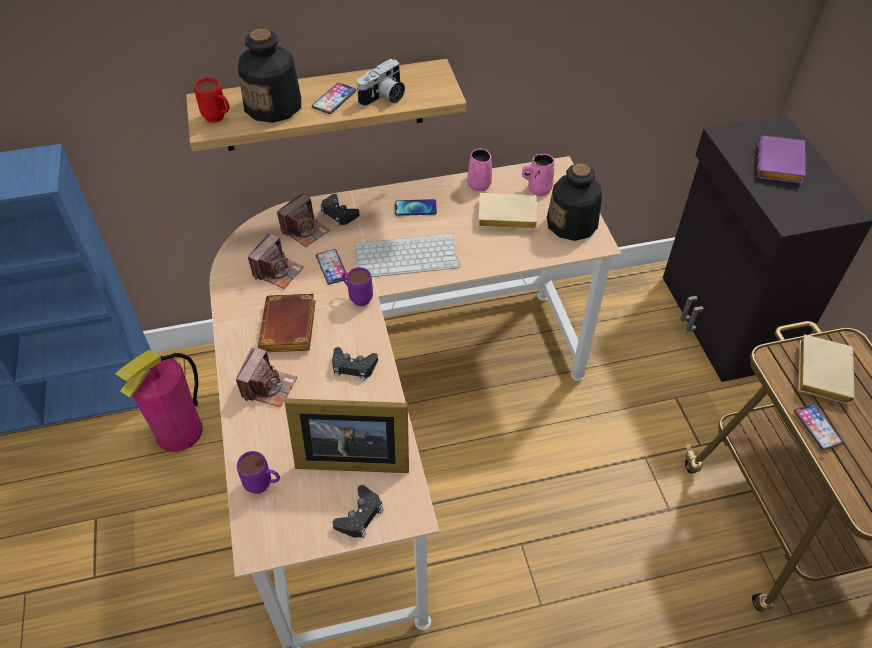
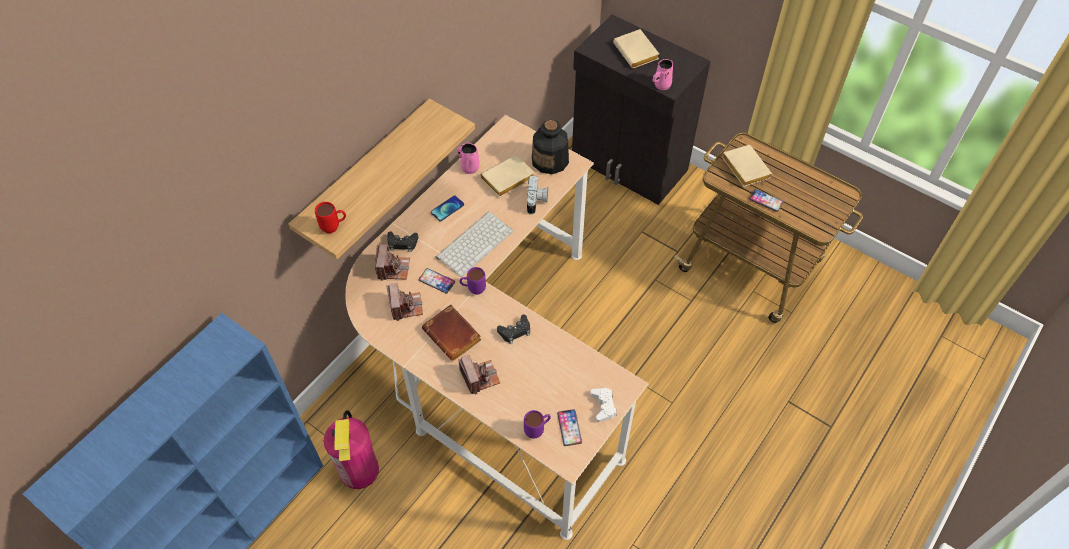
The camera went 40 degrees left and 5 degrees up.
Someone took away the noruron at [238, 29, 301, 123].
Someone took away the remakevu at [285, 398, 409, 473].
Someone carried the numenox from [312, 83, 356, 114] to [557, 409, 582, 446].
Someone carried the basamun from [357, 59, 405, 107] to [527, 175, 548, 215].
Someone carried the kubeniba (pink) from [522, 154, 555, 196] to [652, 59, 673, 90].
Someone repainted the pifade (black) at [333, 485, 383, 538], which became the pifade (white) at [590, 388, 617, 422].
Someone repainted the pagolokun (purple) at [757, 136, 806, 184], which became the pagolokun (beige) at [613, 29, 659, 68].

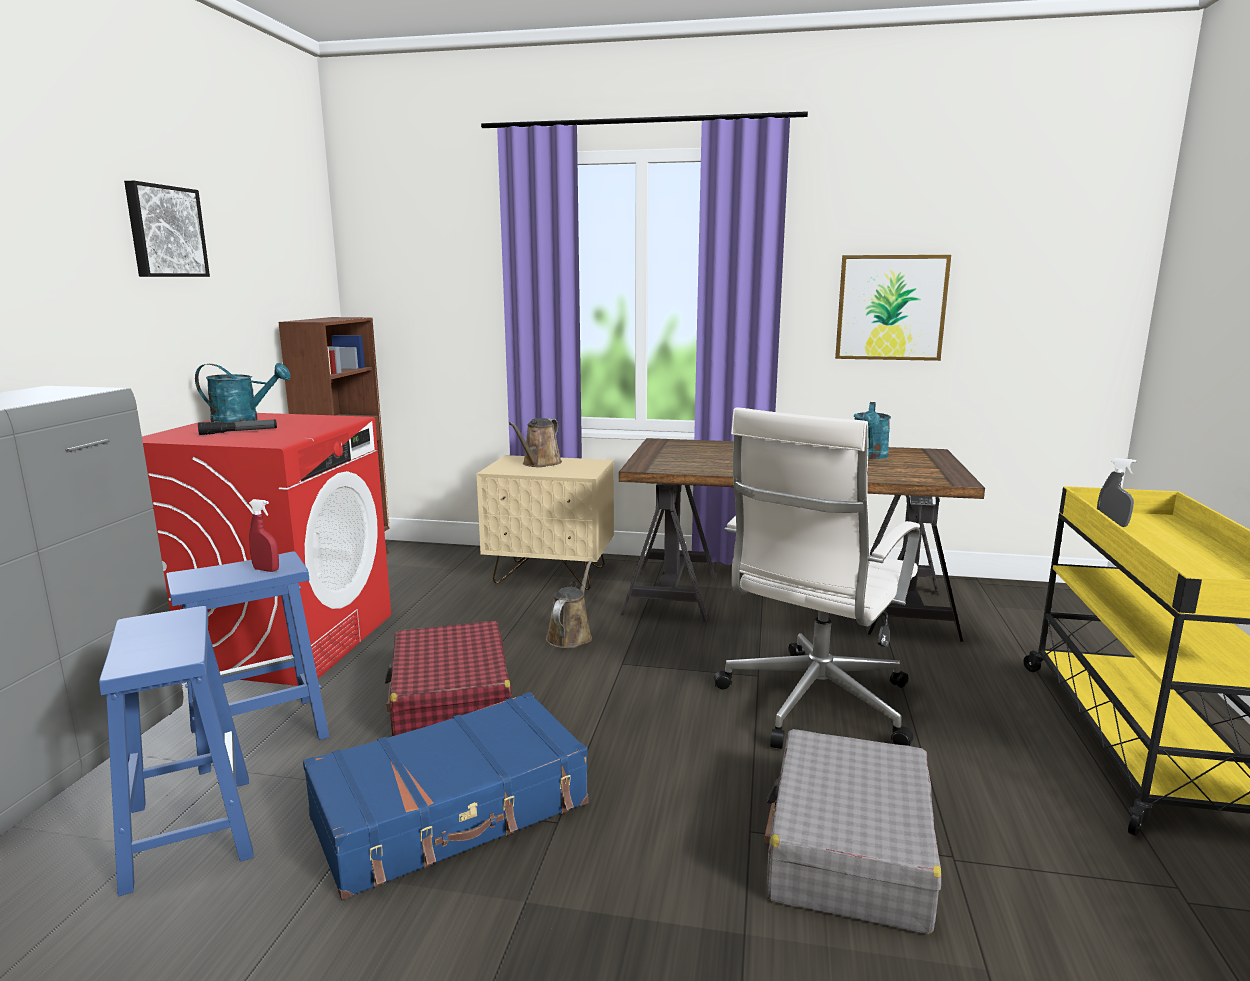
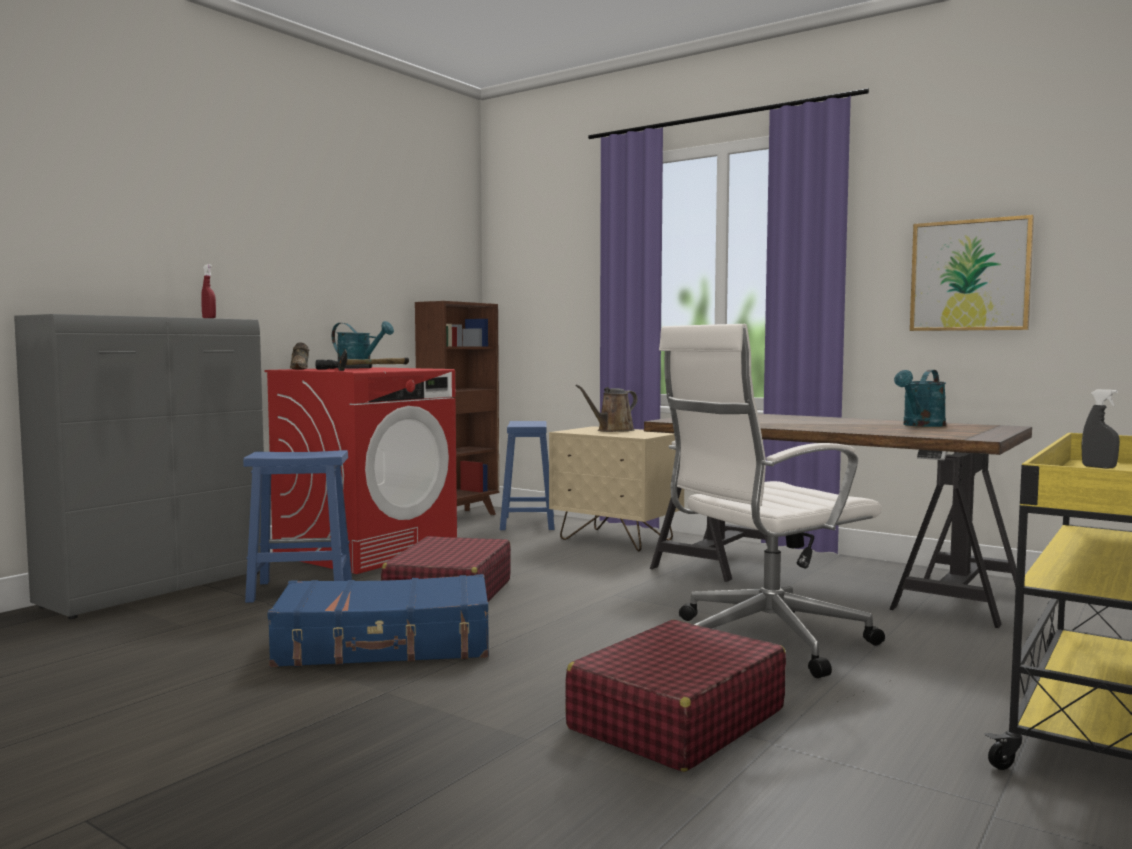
The camera went 25 degrees right and 10 degrees down.
Someone took away the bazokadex at [124, 181, 210, 277].
Someone took away the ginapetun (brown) at [546, 561, 592, 648].
Someone put down the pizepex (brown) at [290, 343, 310, 370].
Someone put down the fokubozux at [338, 349, 409, 371].
Someone carried the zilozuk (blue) from [99, 606, 254, 896] to [500, 421, 555, 530].
Someone carried the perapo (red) from [249, 499, 279, 572] to [201, 264, 216, 318].
Someone repainted the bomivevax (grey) at [765, 729, 941, 934], which became the bomivevax (red) at [565, 620, 786, 772].

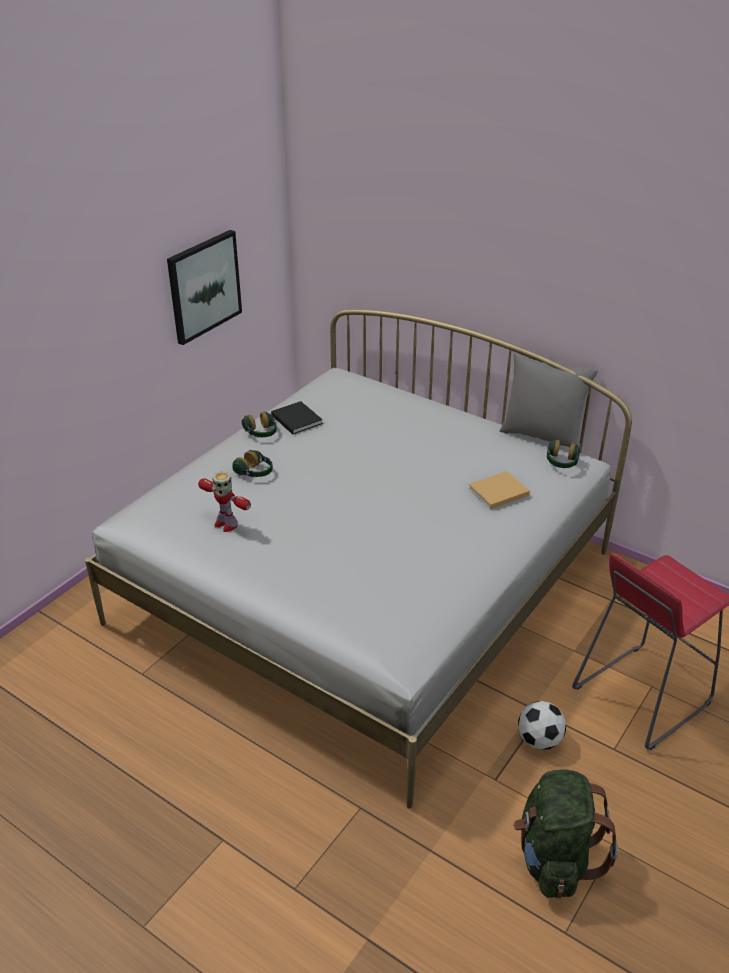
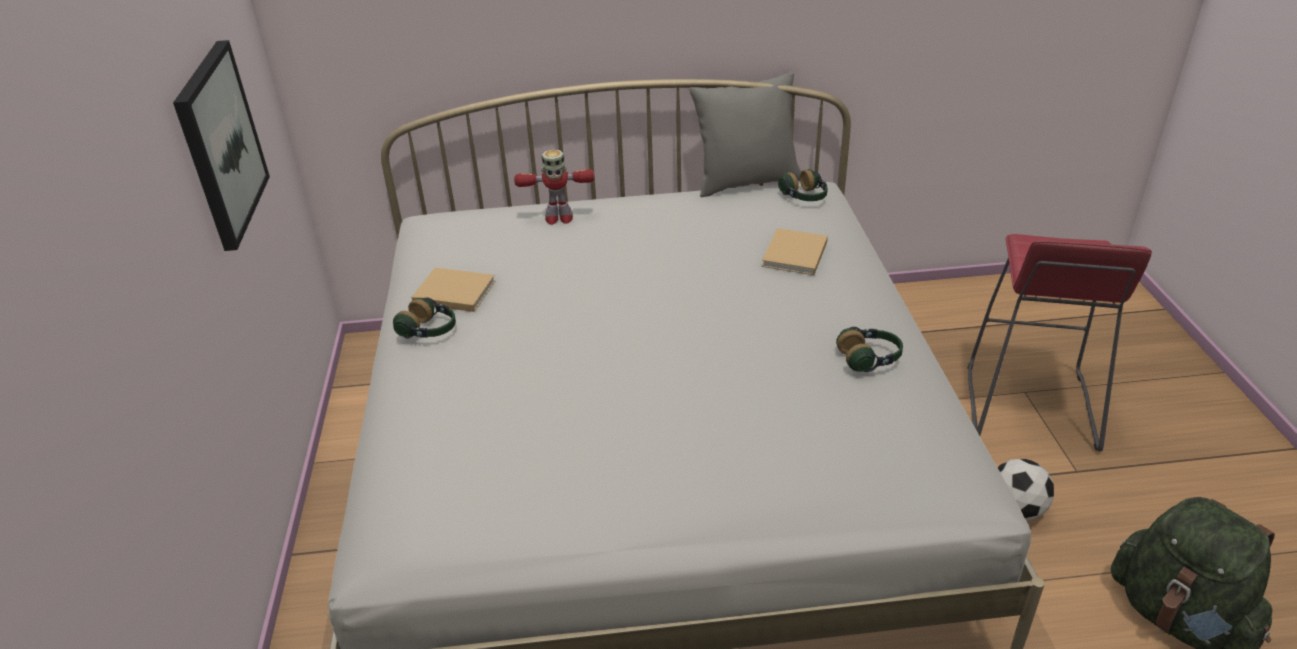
The camera went 40 degrees left and 0 degrees up.
Someone carried the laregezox from [198, 472, 251, 532] to [514, 149, 594, 225].
Someone carried the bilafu from [232, 450, 273, 477] to [836, 327, 903, 372].
Someone repainted the pagolokun (black) at [271, 401, 323, 434], which became the pagolokun (beige) at [412, 268, 495, 312].

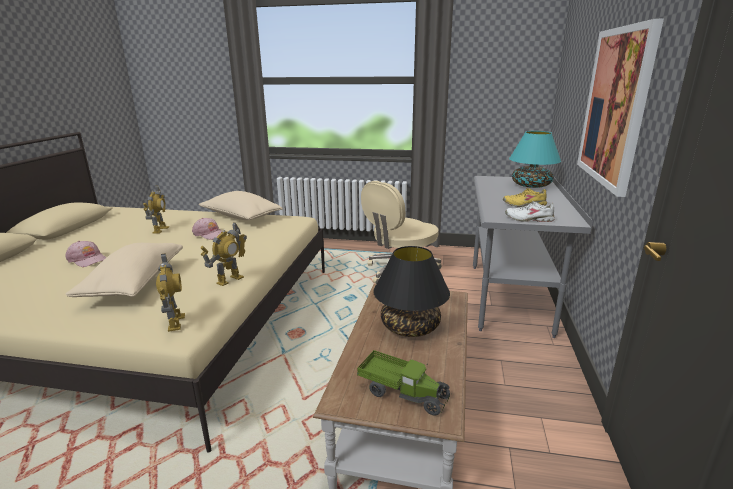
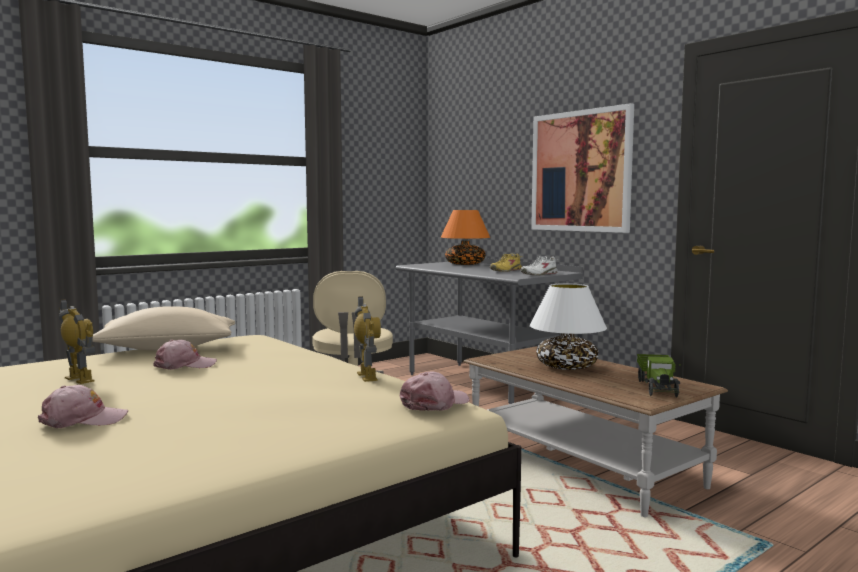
The camera went 50 degrees left and 15 degrees down.
Someone took away the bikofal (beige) at [66, 243, 183, 297].
Someone swapped the laregezox at [156, 253, 185, 332] for the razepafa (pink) at [400, 372, 470, 411].
Someone repainted the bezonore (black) at [373, 246, 450, 337], which became the bezonore (white) at [530, 283, 607, 370].
Someone repainted the bezonore (turquoise) at [509, 131, 561, 188], which became the bezonore (orange) at [441, 210, 490, 265].
Someone rotated the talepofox at [357, 350, 451, 415] by 120 degrees clockwise.

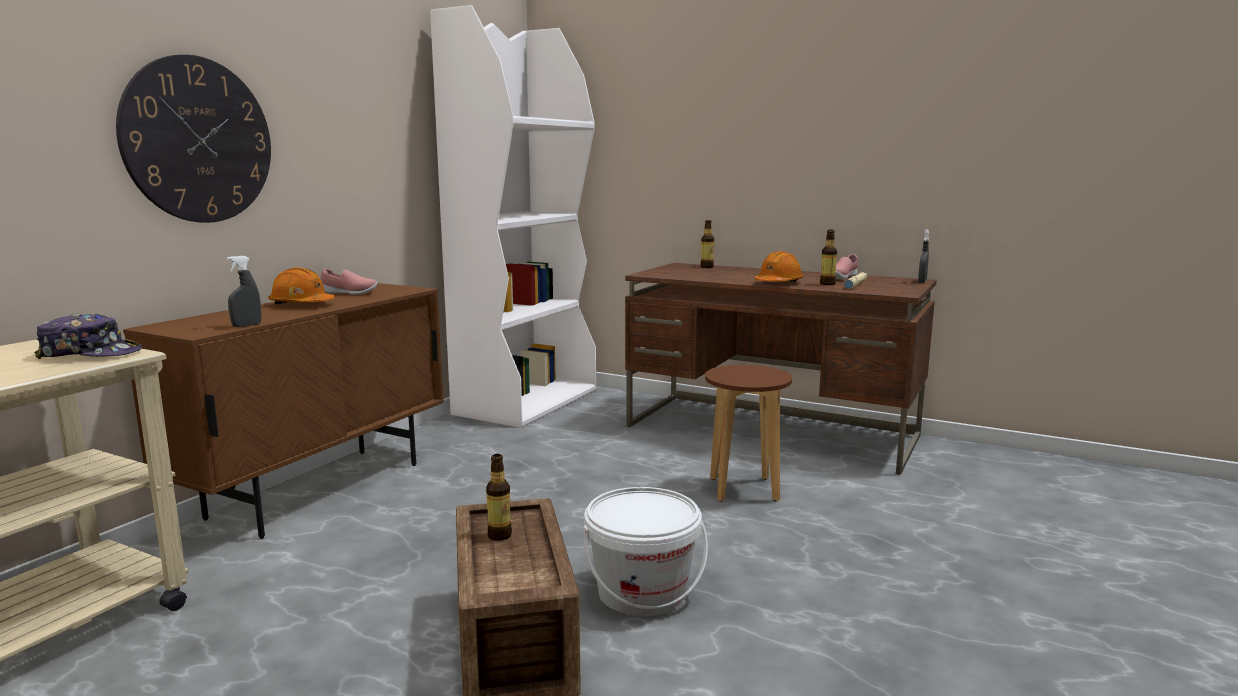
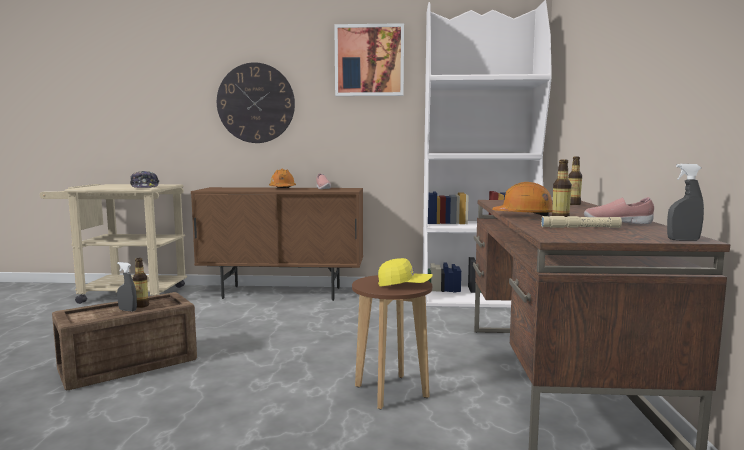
The camera went 65 degrees right and 5 degrees down.
Someone took away the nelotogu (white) at [584, 487, 708, 616].
Someone put up the bazokadex at [334, 23, 404, 96].
Someone put down the razepafa (yellow) at [378, 258, 433, 286].
Someone carried the perapo (grey) from [227, 256, 261, 327] to [117, 262, 137, 312].

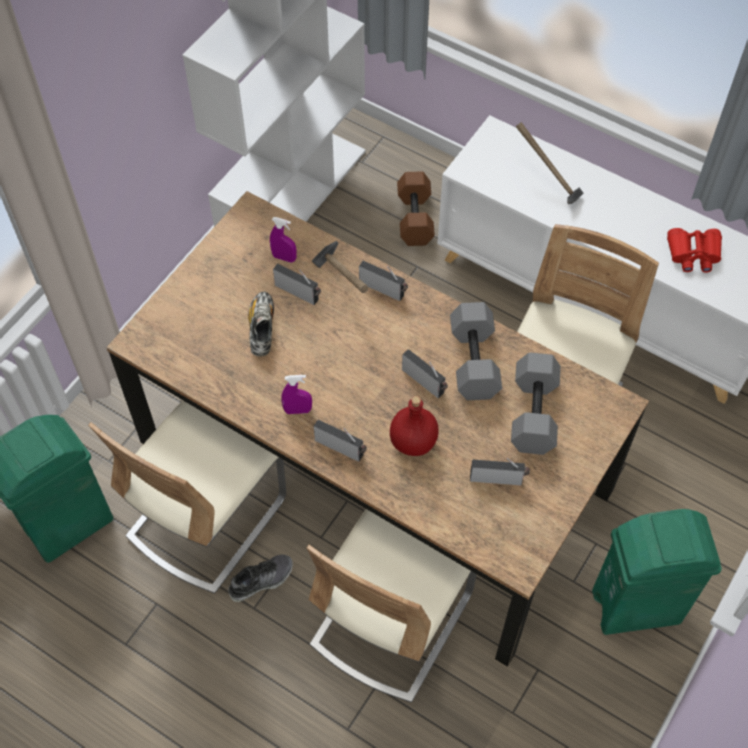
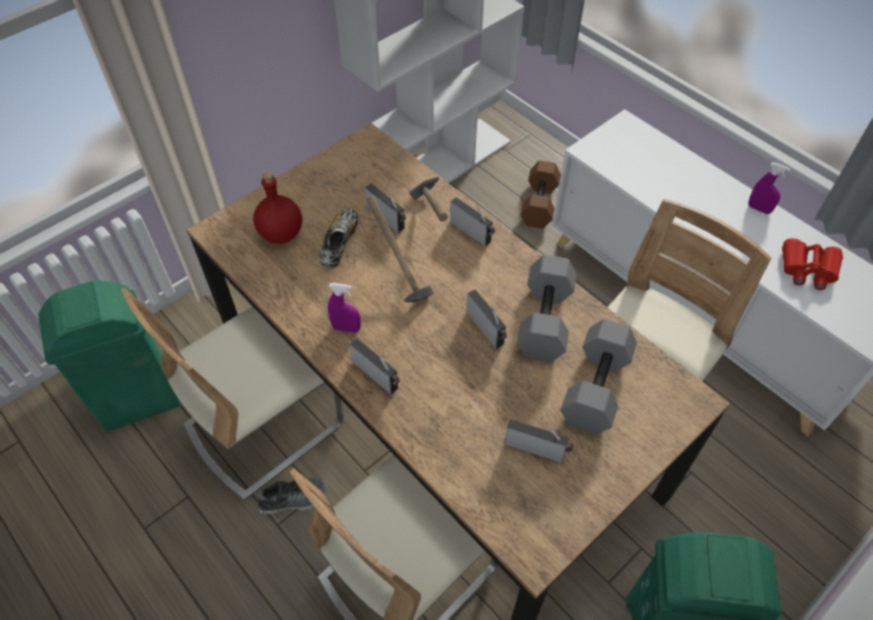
The camera went 15 degrees right and 5 degrees down.
Someone carried the perapo (purple) from [270, 217, 297, 263] to [748, 163, 791, 214].
Someone carried the noruron (red) from [390, 396, 439, 456] to [253, 172, 302, 244].
Someone carried the fokubozux from [516, 122, 583, 204] to [366, 196, 434, 302].

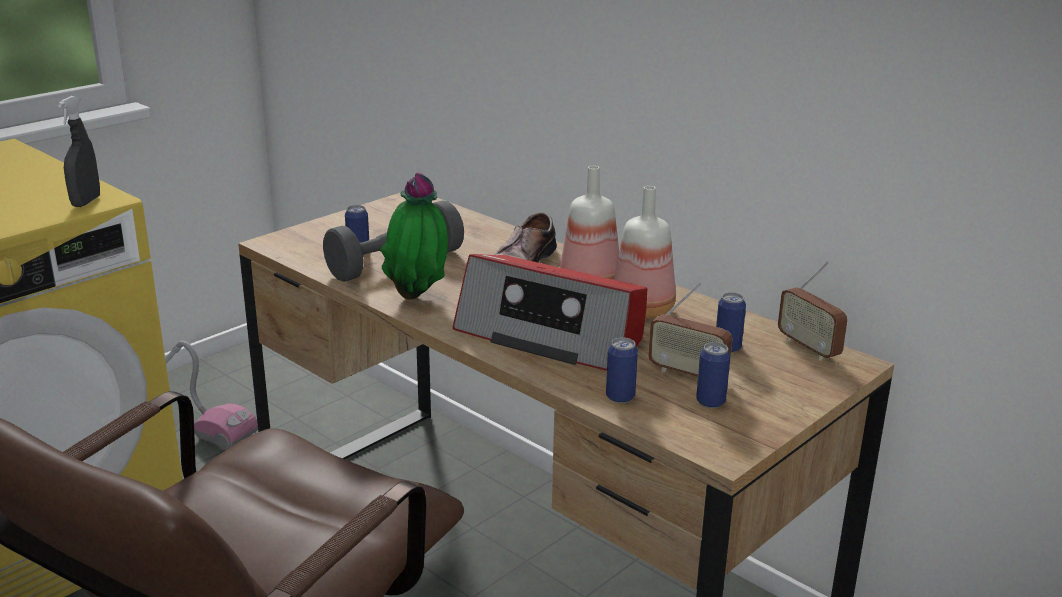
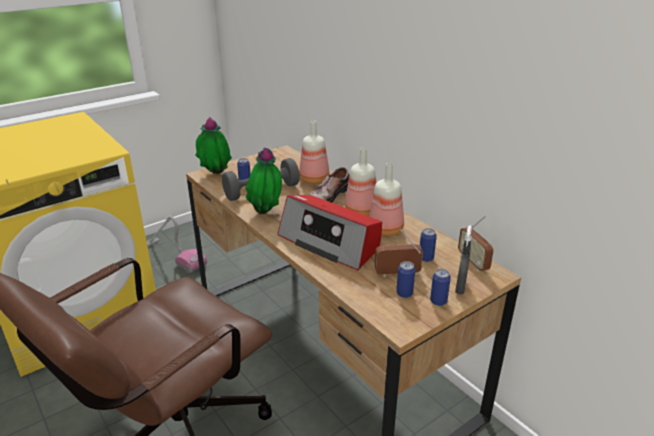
The camera went 10 degrees right and 5 degrees up.
Someone put down the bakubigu at [195, 117, 232, 174].
Someone put down the noruron at [299, 121, 330, 184].
Someone carried the perapo (grey) from [58, 96, 100, 207] to [455, 225, 472, 295].
Someone carried the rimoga from [606, 337, 638, 403] to [430, 269, 451, 306].
Someone rotated the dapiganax at [648, 282, 732, 377] by 135 degrees clockwise.

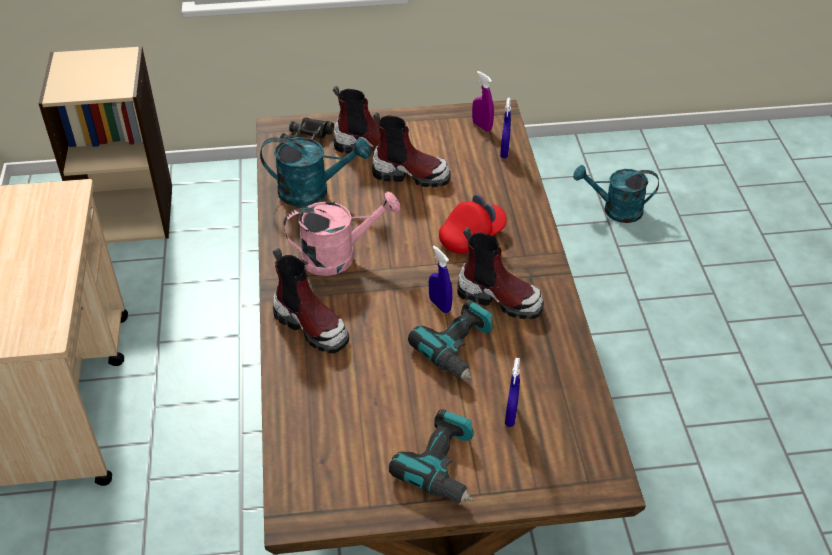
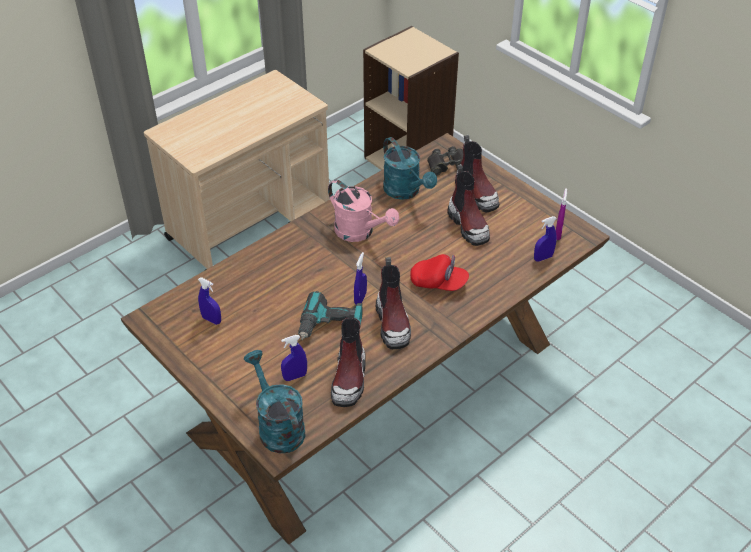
The camera went 55 degrees right and 0 degrees up.
Someone took away the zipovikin at [389, 409, 474, 503].
Someone put down the perapo (blue) at [198, 278, 221, 325].
Someone carried the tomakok from [273, 248, 349, 353] to [331, 310, 366, 407].
Someone carried the ginapetun (turquoise) from [573, 165, 659, 223] to [244, 350, 306, 453].

